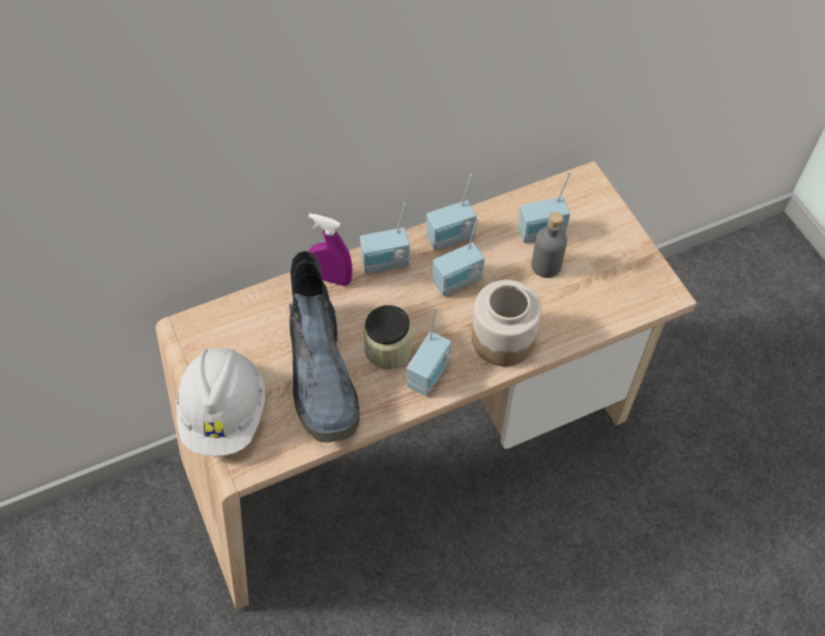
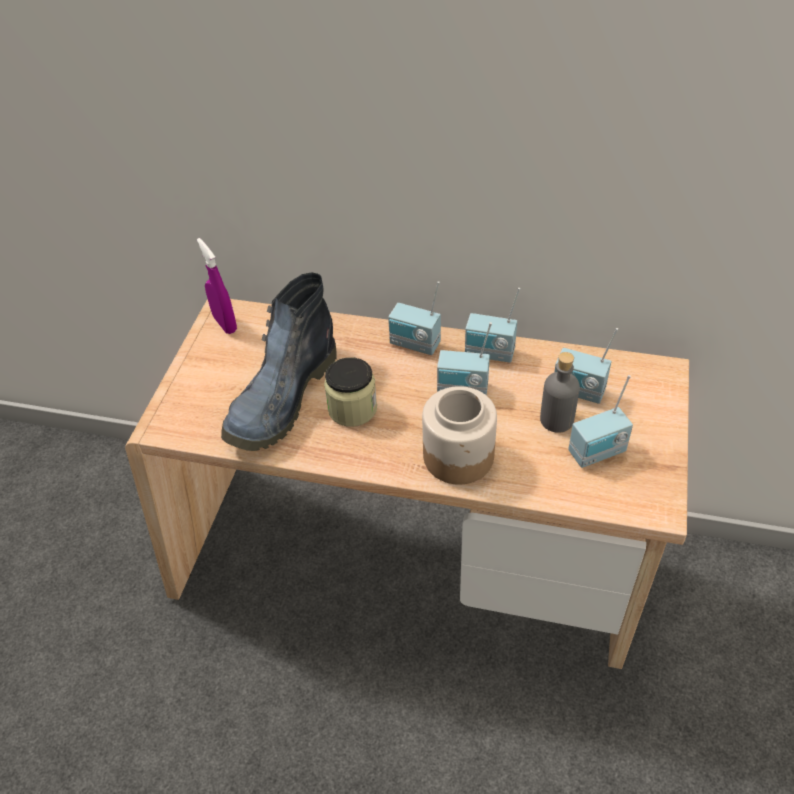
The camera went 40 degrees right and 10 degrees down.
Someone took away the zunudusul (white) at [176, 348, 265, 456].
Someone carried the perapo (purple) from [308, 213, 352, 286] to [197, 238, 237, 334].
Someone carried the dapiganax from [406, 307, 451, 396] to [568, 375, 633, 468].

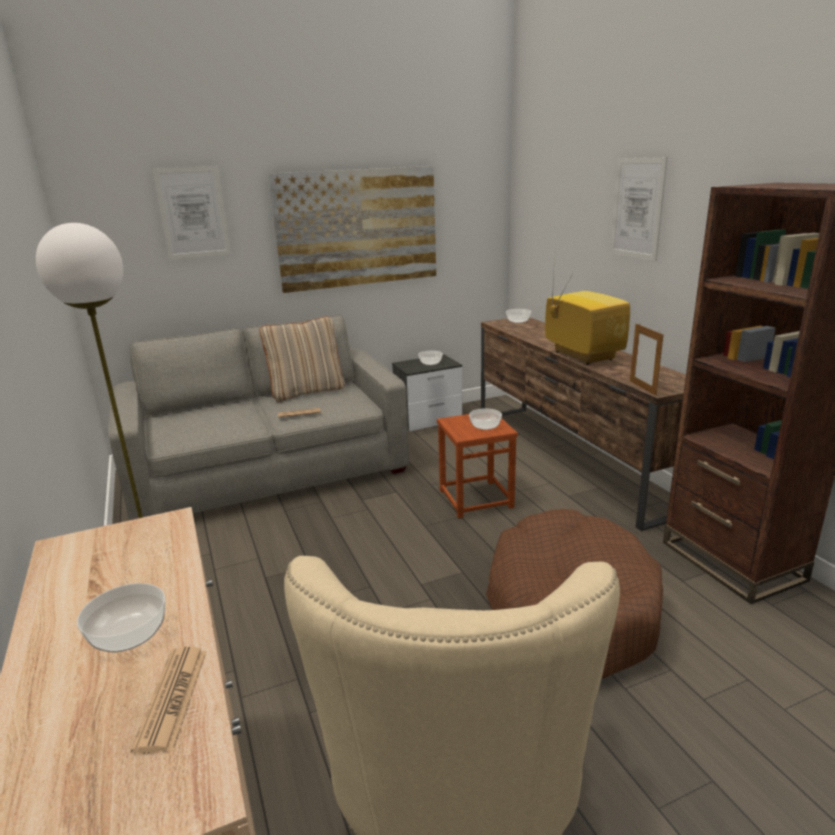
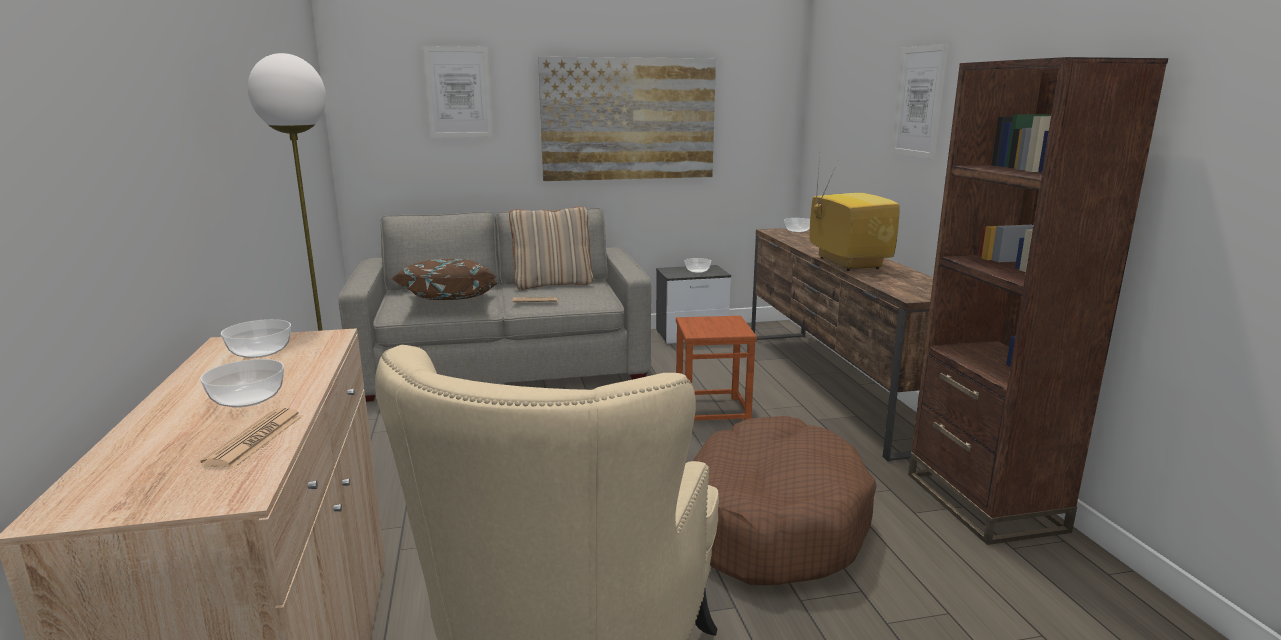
The camera went 10 degrees right and 5 degrees down.
Someone took away the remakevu at [630, 323, 663, 396].
Someone put down the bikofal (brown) at [392, 259, 498, 300].
Someone carried the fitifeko from [469, 408, 502, 430] to [221, 319, 291, 358].

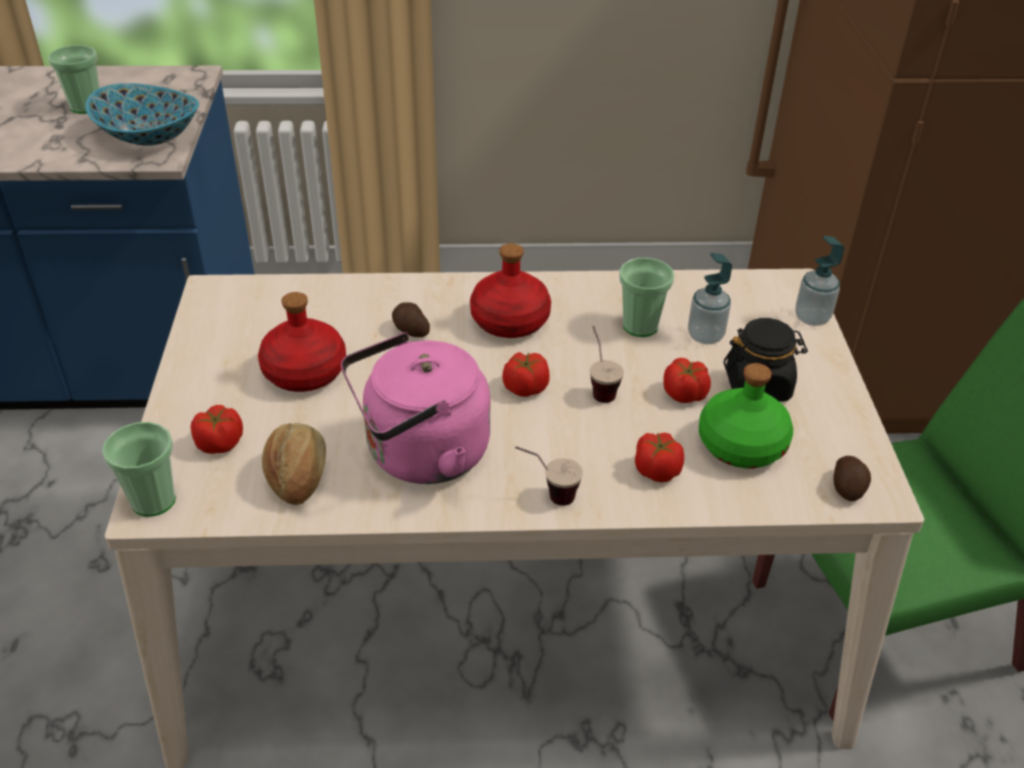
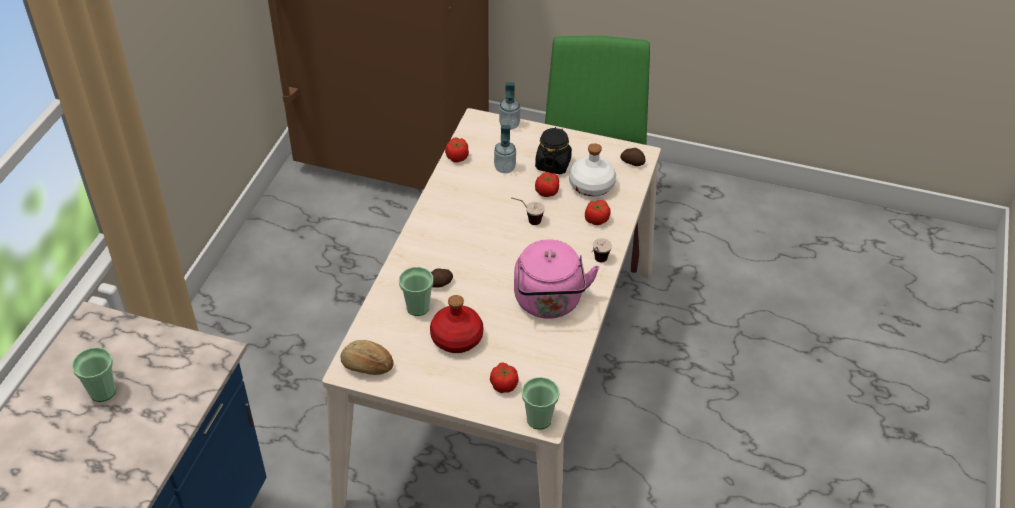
The camera went 70 degrees left and 5 degrees up.
Someone took away the fitifeko at [86, 83, 199, 145].
Someone took away the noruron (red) at [470, 243, 551, 338].
Someone carried the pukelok from [262, 423, 326, 505] to [341, 340, 393, 375].
Someone carried the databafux from [502, 352, 550, 397] to [445, 137, 469, 163].
Someone carried the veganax from [619, 258, 674, 337] to [399, 267, 433, 316].
Someone repainted the noruron (green) at [699, 363, 793, 468], which became the noruron (white) at [569, 143, 616, 197].

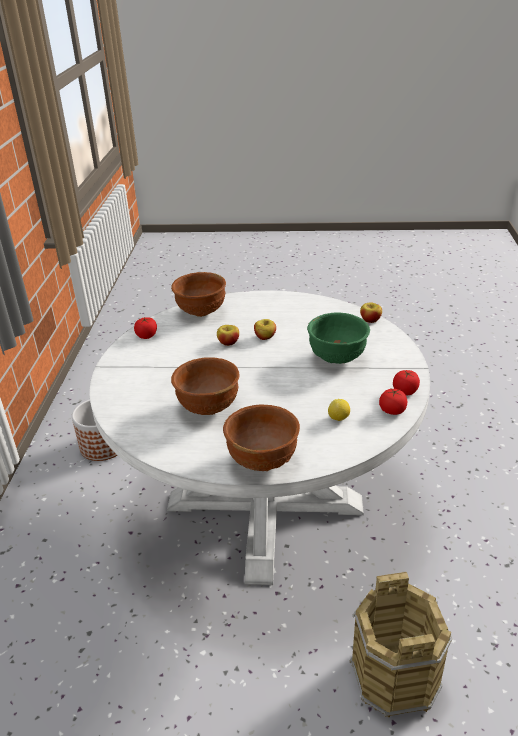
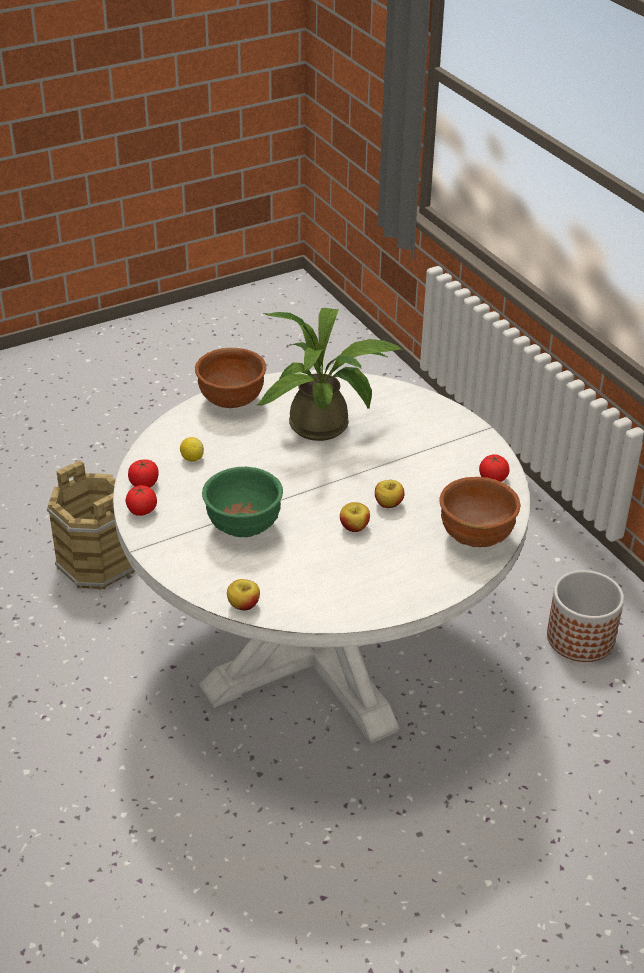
The camera went 145 degrees right and 5 degrees up.
Someone swapped the fitifeko (brown) at [171, 358, 239, 415] for the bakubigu at [257, 308, 403, 441].

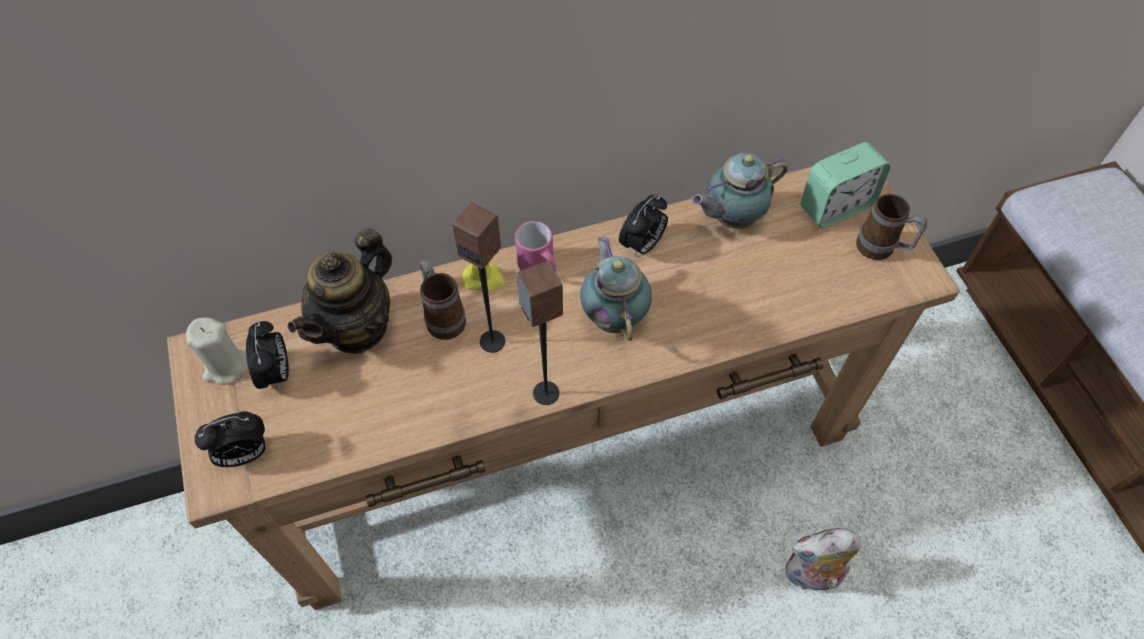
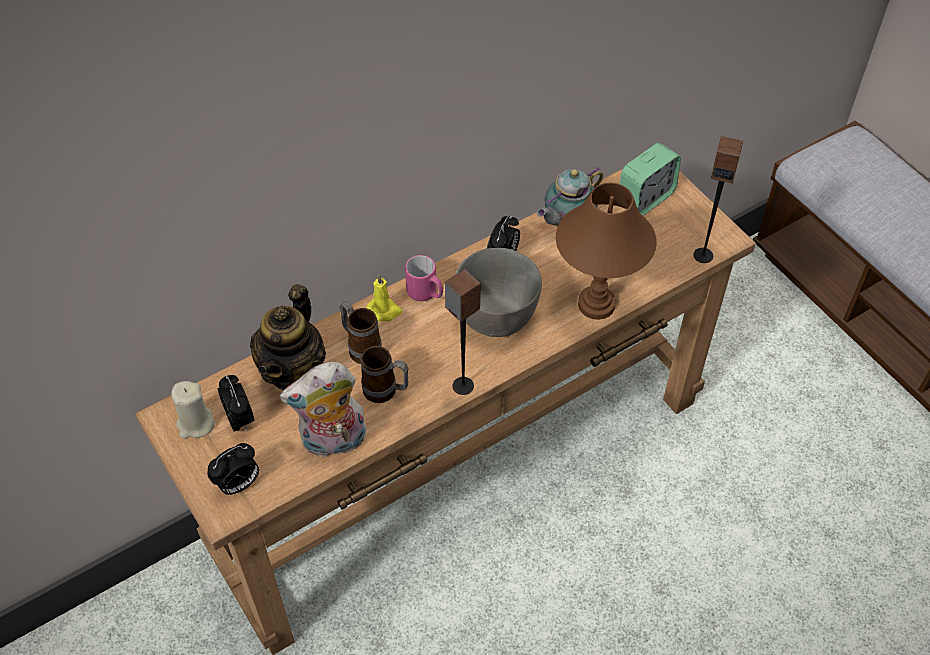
The camera went 15 degrees left and 5 degrees down.
Someone put down the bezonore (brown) at [556, 183, 657, 320].
Someone carried the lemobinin from [452, 202, 505, 353] to [693, 136, 743, 263].
Someone carried the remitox from [785, 528, 862, 590] to [280, 362, 366, 457].
Someone carried the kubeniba from [856, 194, 927, 260] to [361, 346, 408, 403].
Someone swapped the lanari at [580, 237, 652, 341] for the fitifeko (grey) at [455, 248, 542, 337].

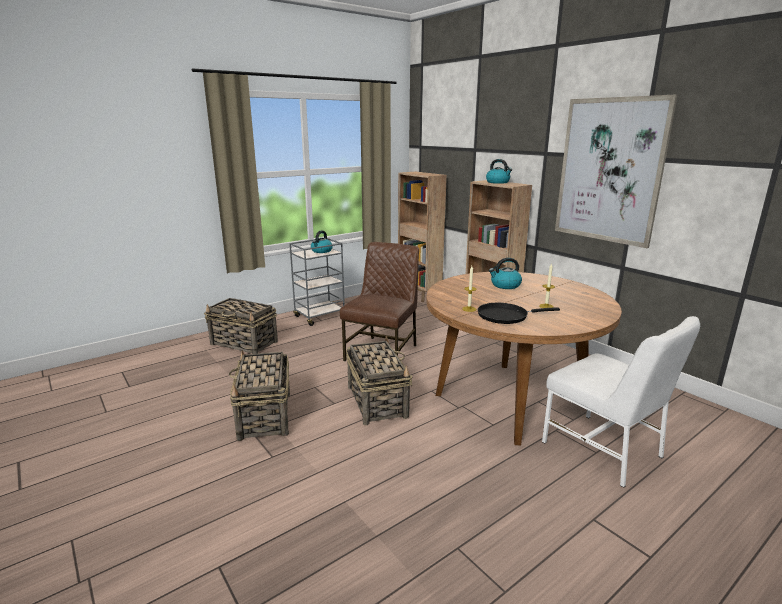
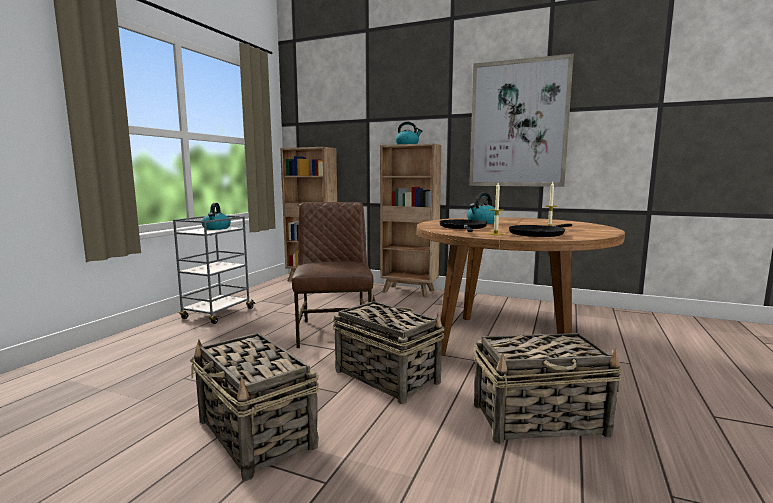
The camera went 30 degrees left and 10 degrees down.
Someone took away the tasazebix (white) at [542, 316, 700, 488].
Someone put down the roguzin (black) at [439, 219, 487, 232].
Someone carried the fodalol from [204, 298, 278, 354] to [474, 333, 622, 444].

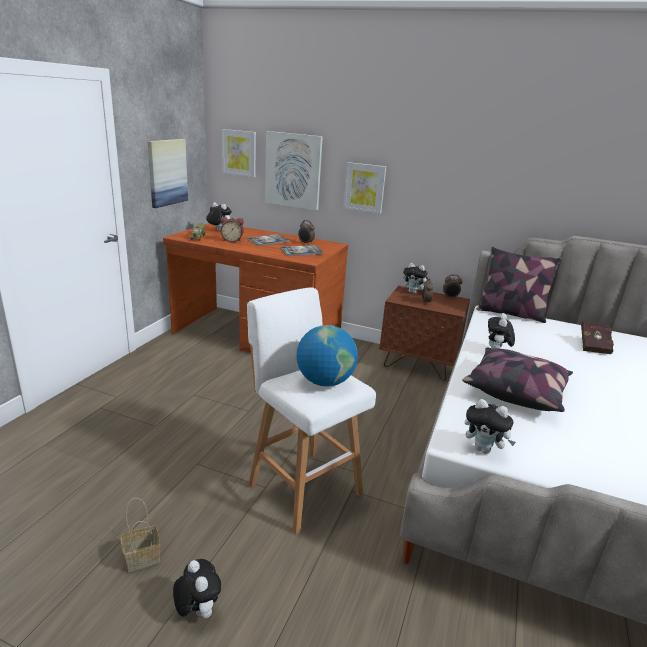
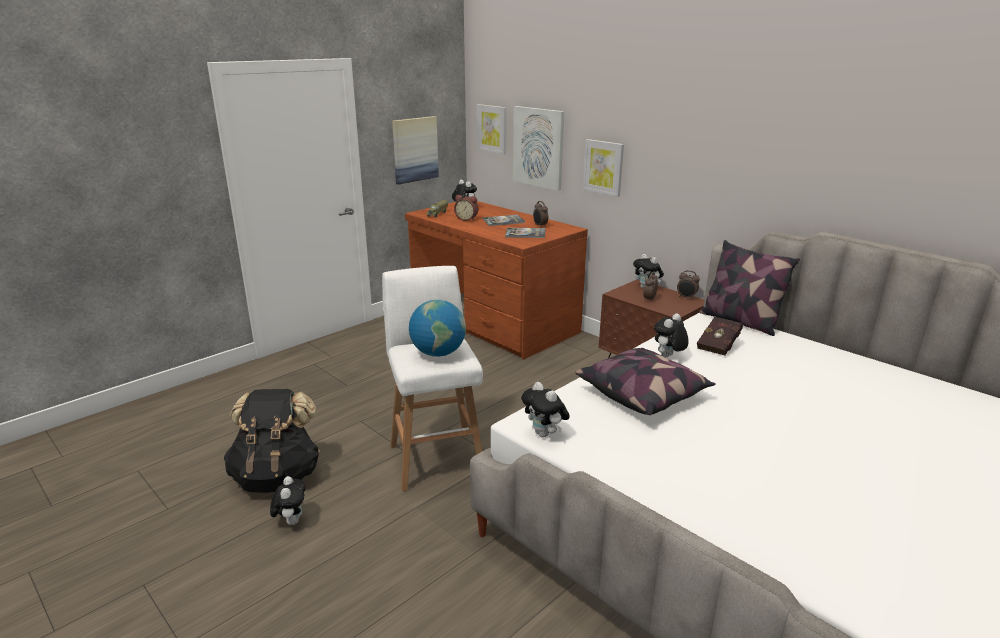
The camera went 25 degrees right and 0 degrees up.
Someone carried the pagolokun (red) from [581, 321, 614, 354] to [697, 317, 743, 355].
Someone swapped the fodalol at [121, 498, 160, 572] for the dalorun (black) at [224, 389, 320, 493].

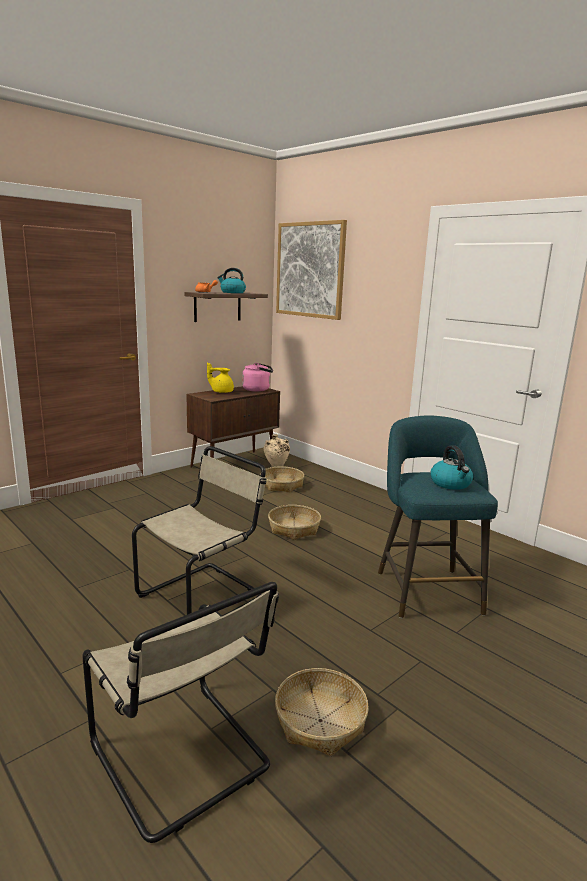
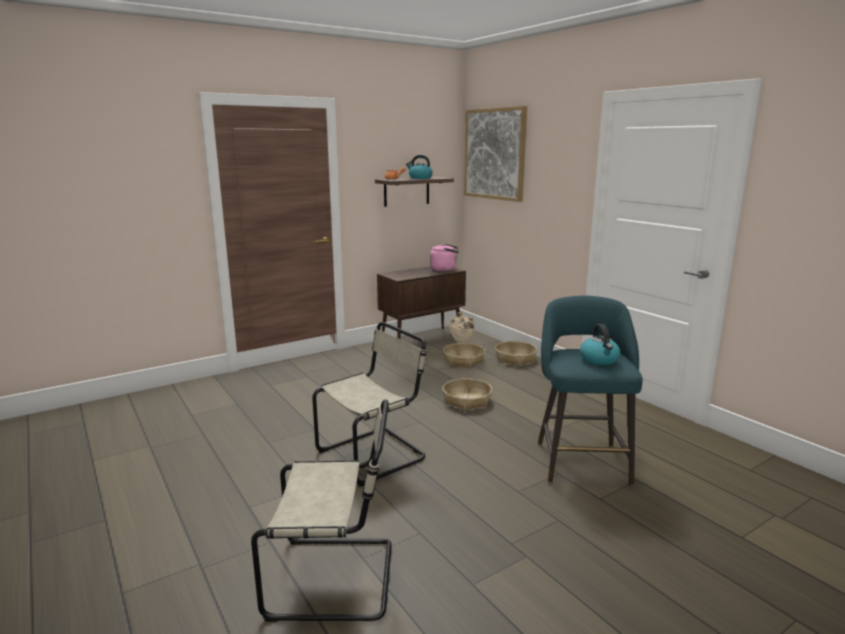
The camera went 10 degrees right and 0 degrees up.
Someone took away the lanari (yellow) at [207, 362, 234, 393].
Someone carried the fodalol from [275, 668, 369, 756] to [495, 341, 537, 366].
Someone rotated the tasazebix (beige) at [83, 582, 279, 843] by 60 degrees counterclockwise.

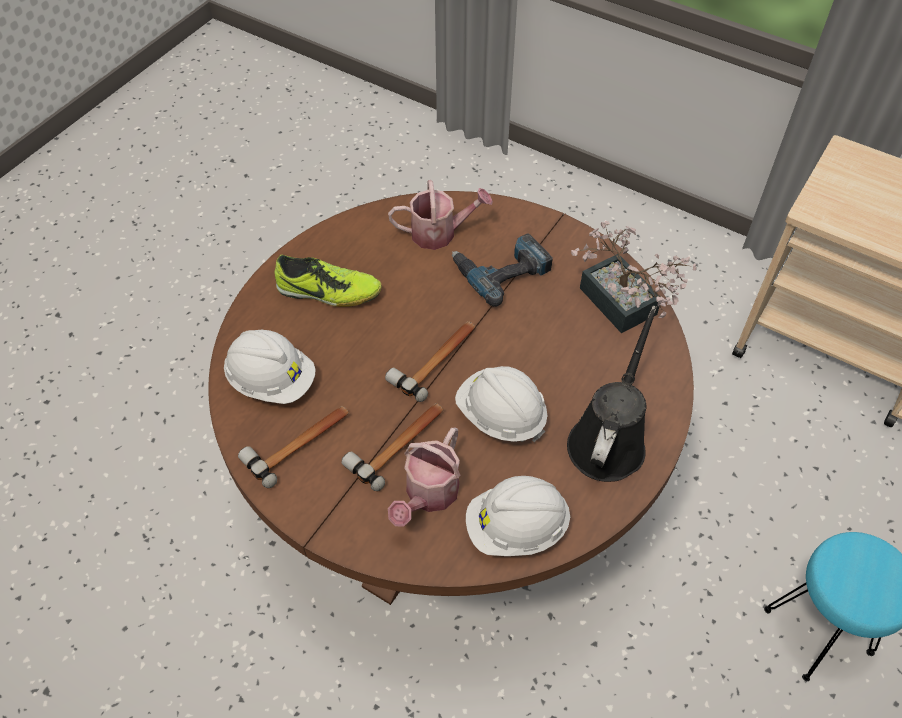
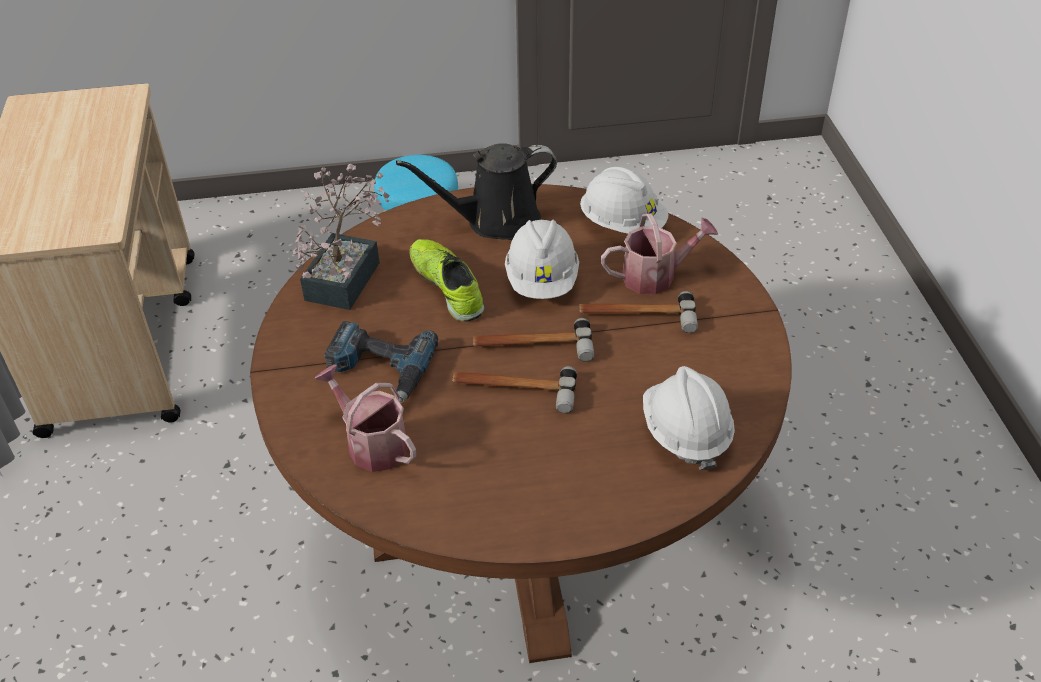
The camera went 130 degrees left and 10 degrees down.
Someone carried the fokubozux from [238, 406, 349, 488] to [452, 366, 577, 413].
Someone carried the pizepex from [274, 255, 382, 307] to [409, 239, 484, 322].

